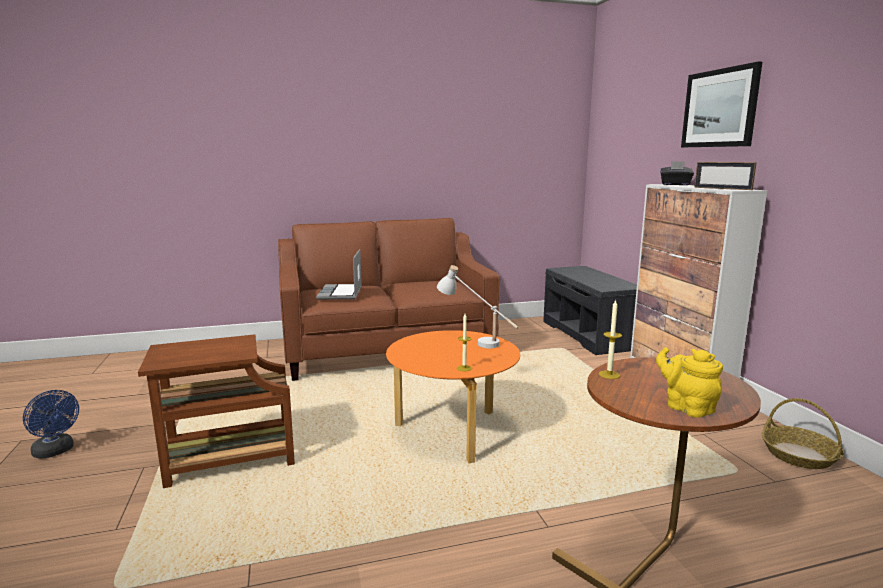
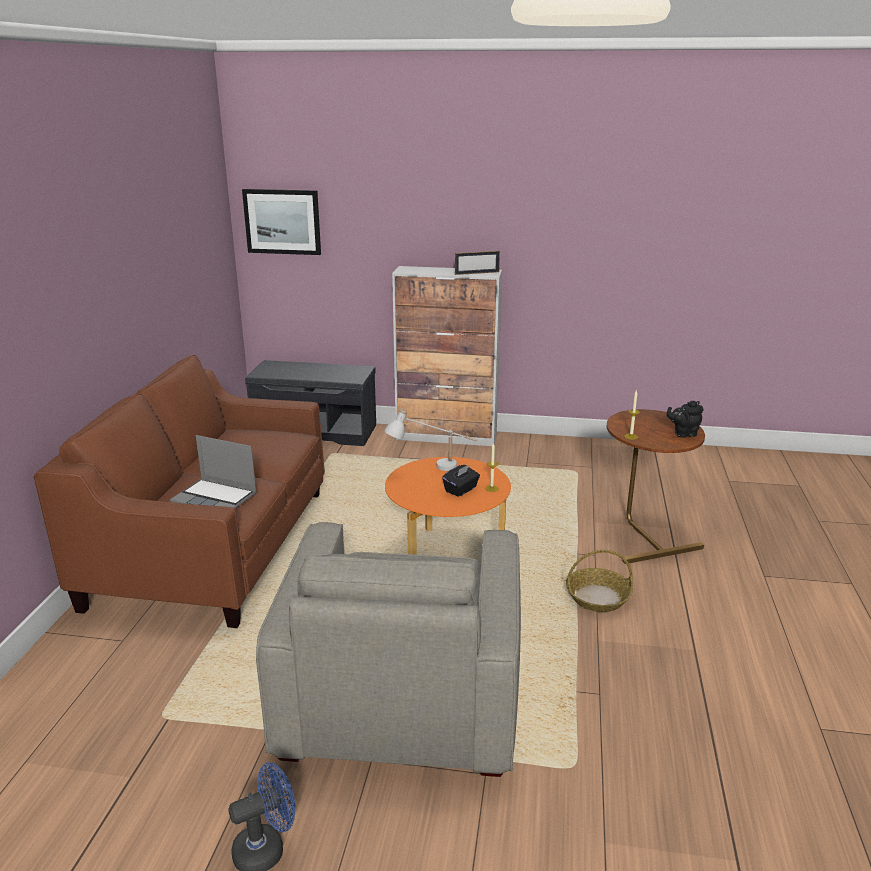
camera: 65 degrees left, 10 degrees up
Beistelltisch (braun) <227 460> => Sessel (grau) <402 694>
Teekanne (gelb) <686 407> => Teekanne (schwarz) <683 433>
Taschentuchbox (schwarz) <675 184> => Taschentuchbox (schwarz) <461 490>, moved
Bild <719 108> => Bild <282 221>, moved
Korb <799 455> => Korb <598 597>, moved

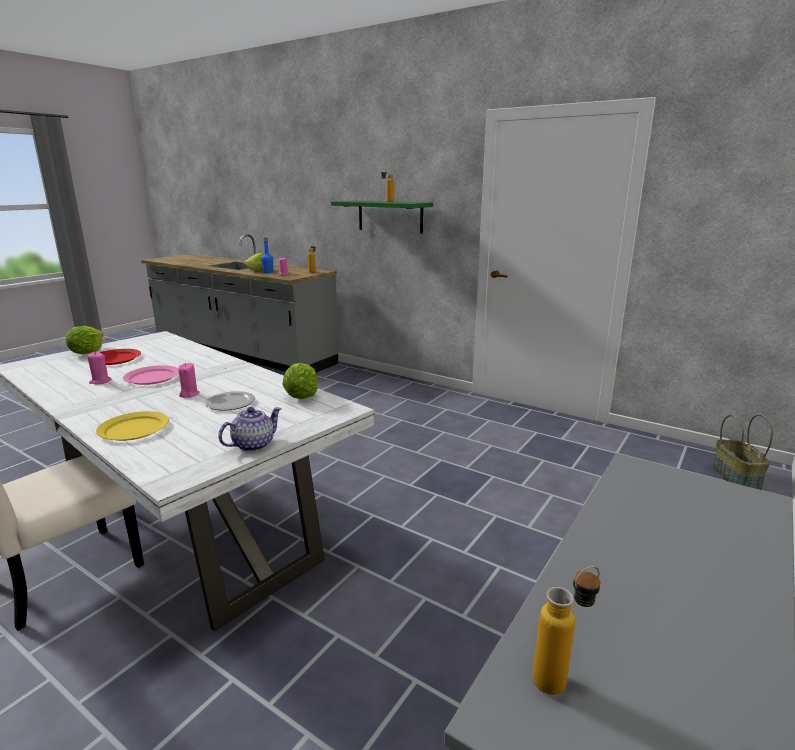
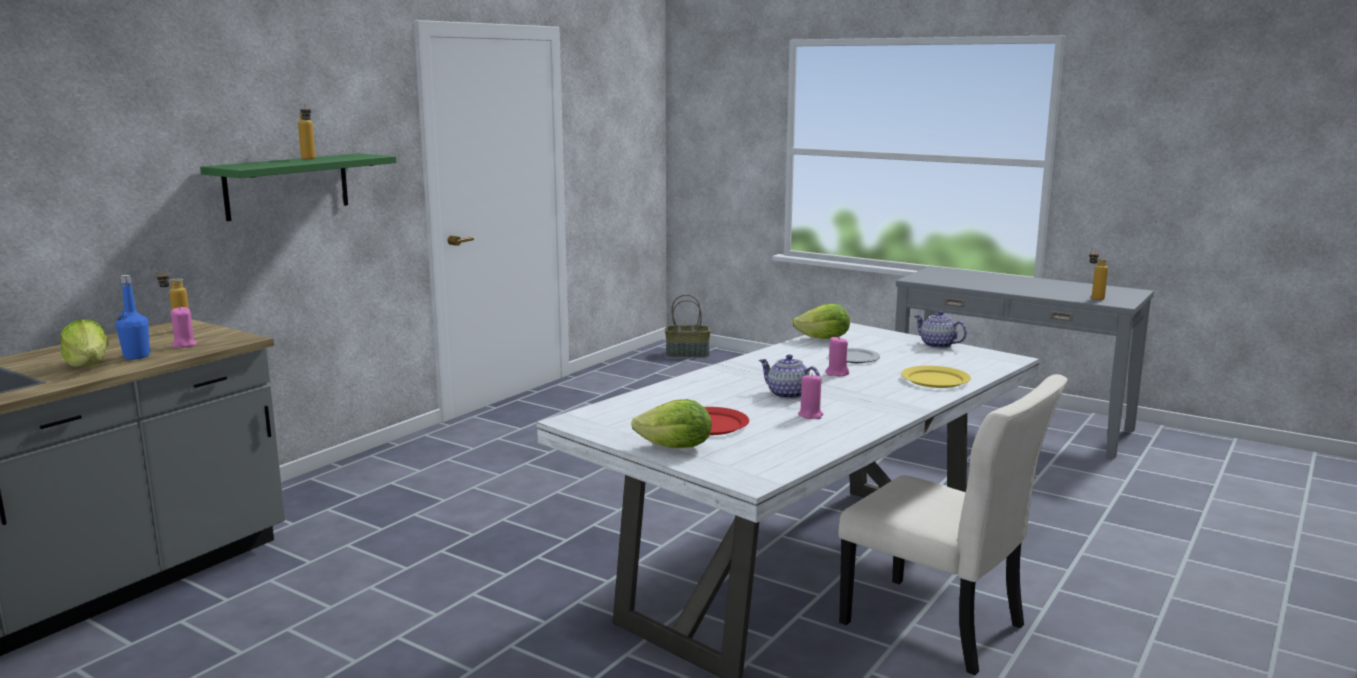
camera: 90 degrees left, 5 degrees down
Teller (rosa) <152 377> => Teekanne <787 394>

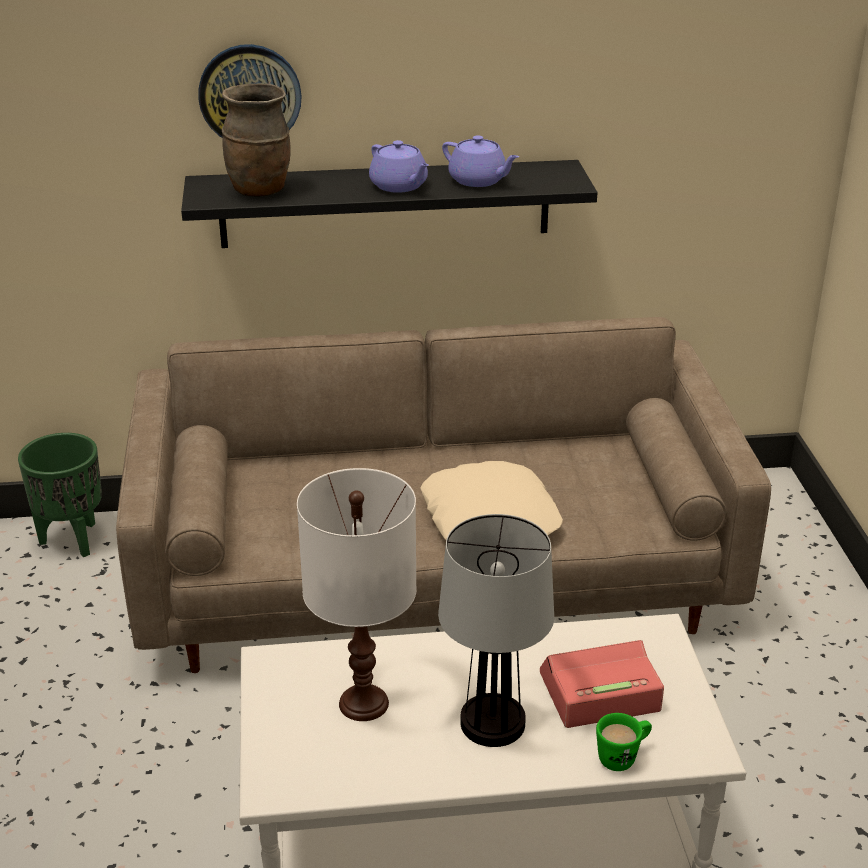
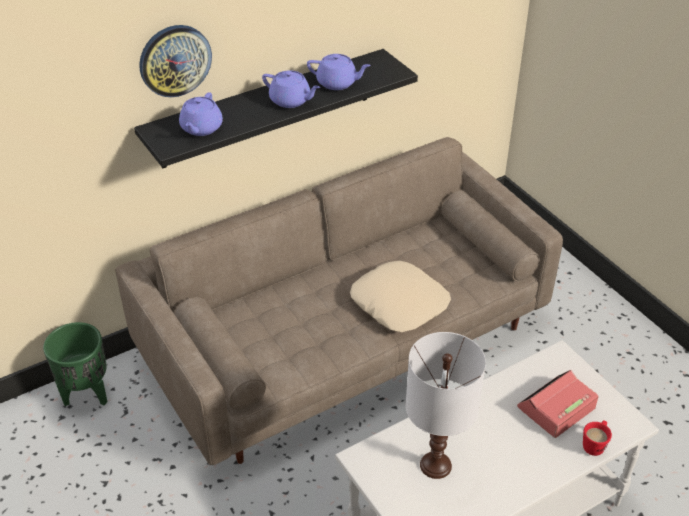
camera: 25 degrees left, 10 degrees up
Vase (braun) <260 191> => Teekanne (lila) <201 128>
Tischlampe <493 722> => nothing
Henkelbecher (grün) <623 757> => Henkelbecher (rot) <595 444>

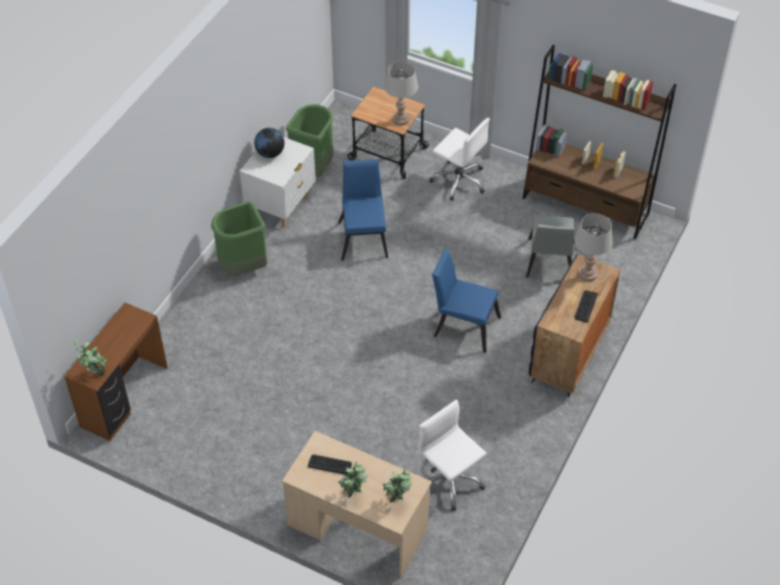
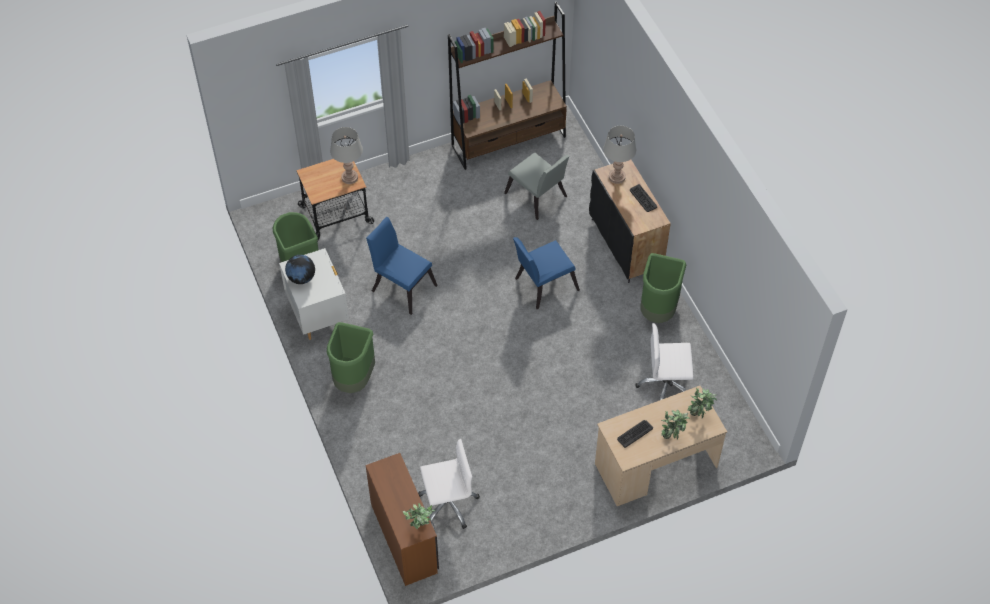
camera: 50 degrees left, 5 degrees up
Bürostuhl (weiß) <459 180> => Bürostuhl (weiß) <448 504>, moved
nothing => Mülleimer (grün) <658 310>

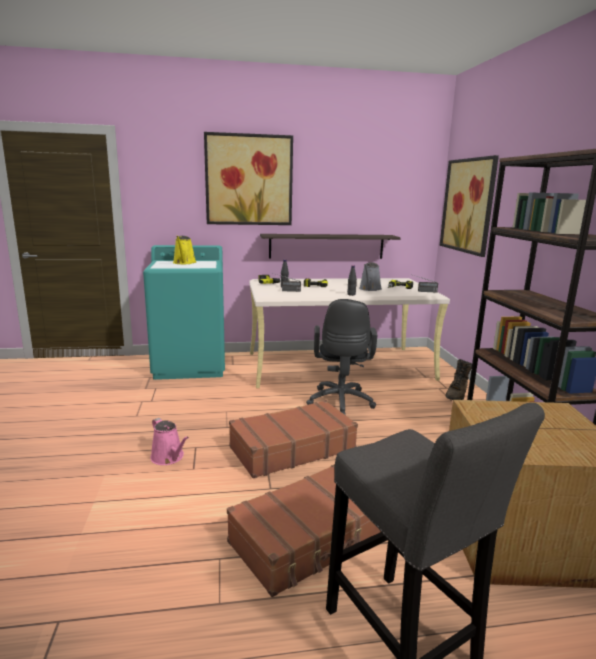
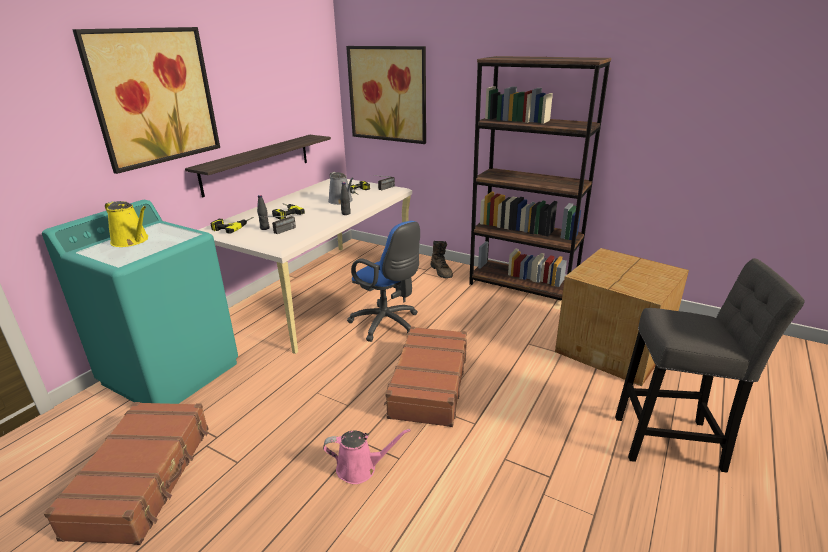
camera: 50 degrees left, 10 degrees up
Koffer (braun) <314 536> => Koffer (braun) <144 479>, moved
Bürostuhl (schwarz) <340 403> => Bürostuhl (blau) <388 325>

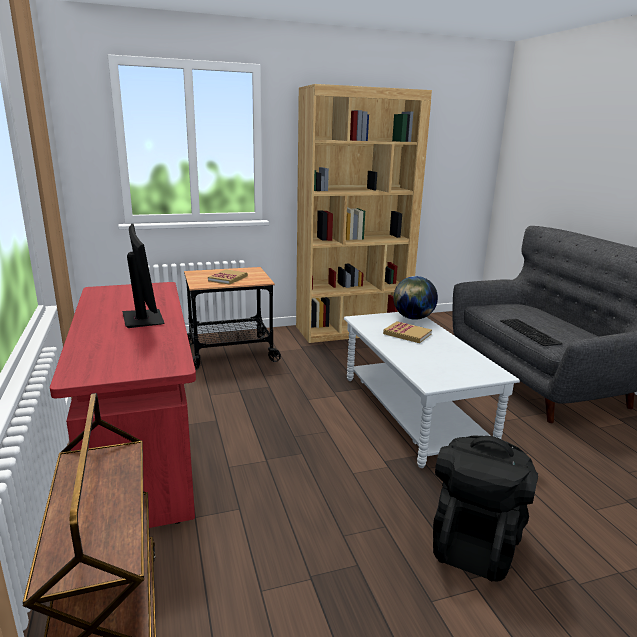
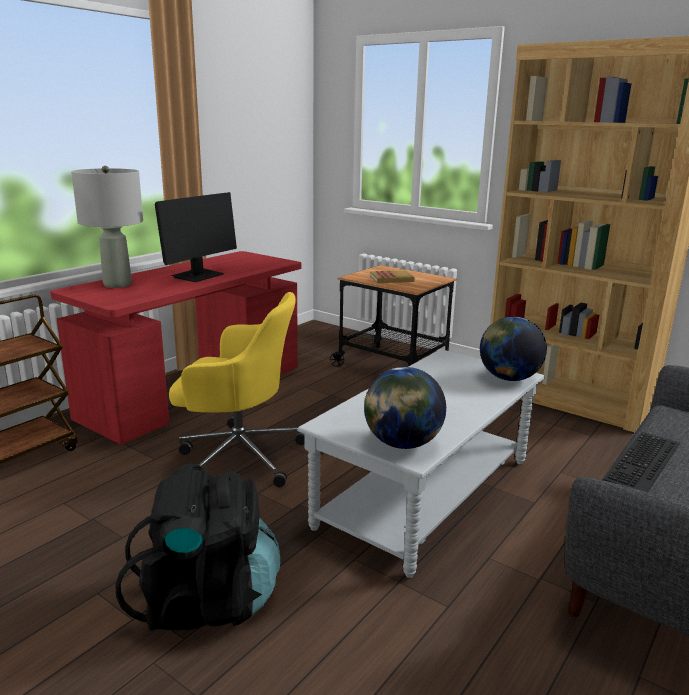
camera: 55 degrees right, 0 degrees up
Buch <407 334> => nothing
nothing => Tischlampe (grau) <118 284>
nothing => Bürostuhl (gelb) <238 456>
nothing => Globus <402 443>

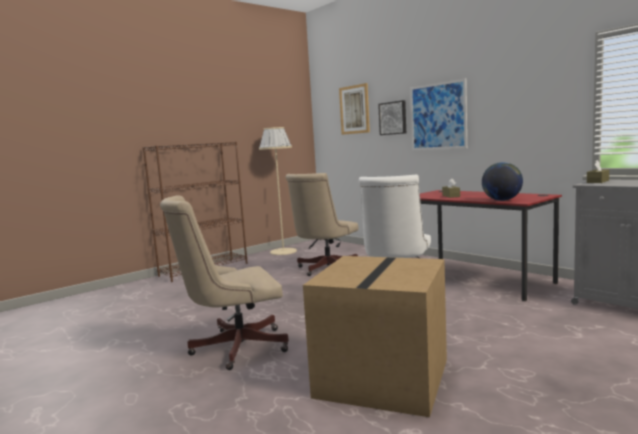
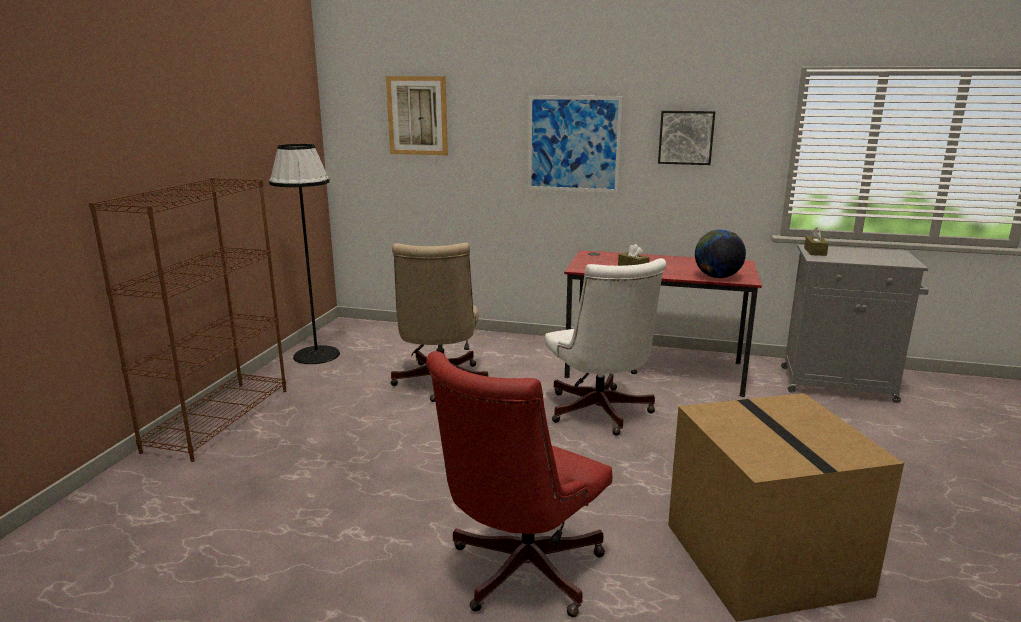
camera: 35 degrees left, 10 degrees up
Bürostuhl (beige) <233 348> => Bürostuhl (rot) <518 573>
Stehlampe (beige) <283 251> => Stehlampe (schwarz) <316 355>
Bild <393 118> => Bild <686 137>, moved

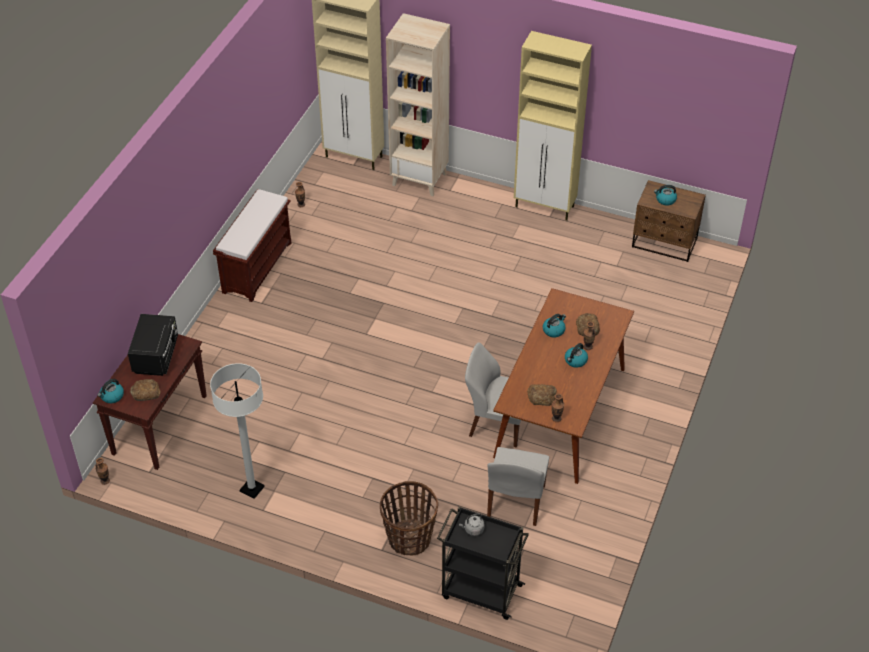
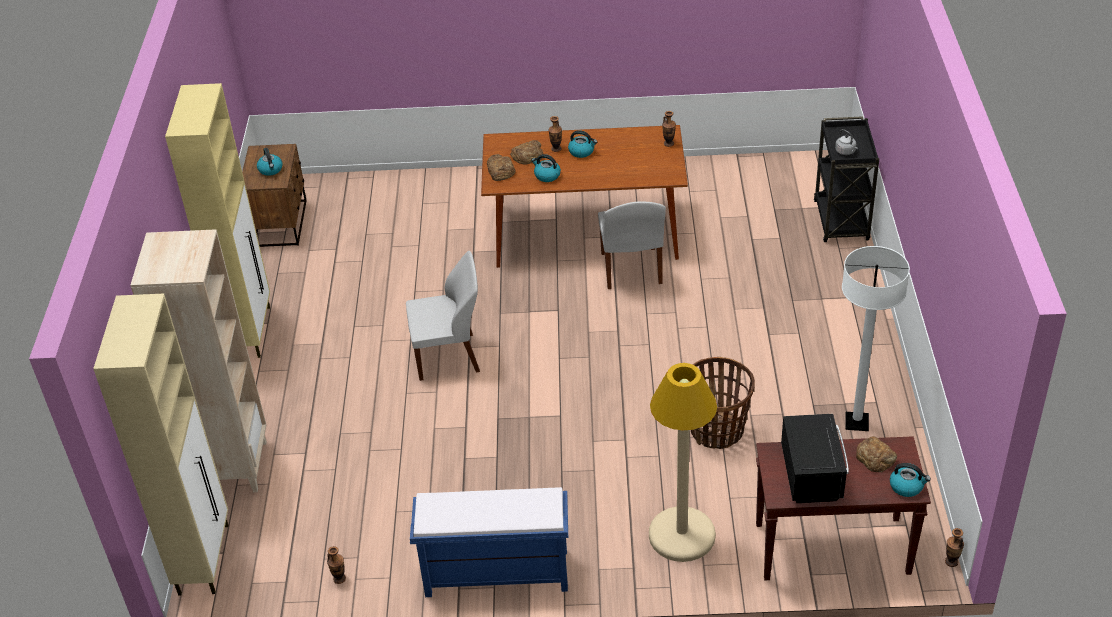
camera: 110 degrees left, 5 degrees down
Mikrowelle (schwarz) <157 356> => Mikrowelle (schwarz) <812 474>, 105 degrees clockwise
Bank (braun) <257 267> => Bank (blau) <495 574>
Korb <409 538> => Korb <717 431>, moved
Stuhl (weiß) <515 503> => Stuhl (weiß) <449 356>, moved
Brot <541 396> => Brot <500 171>, moved
nothing => Stehlampe (beige) <681 535>

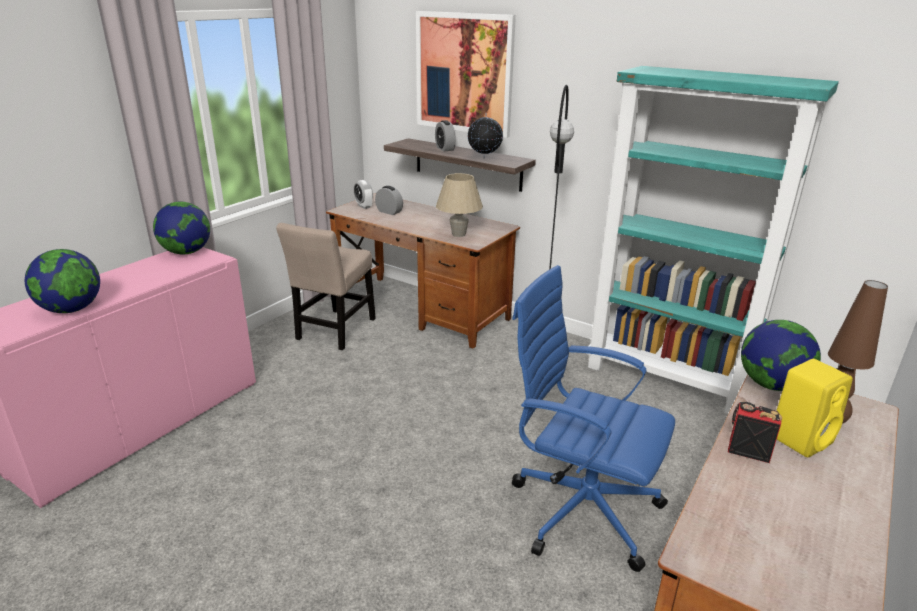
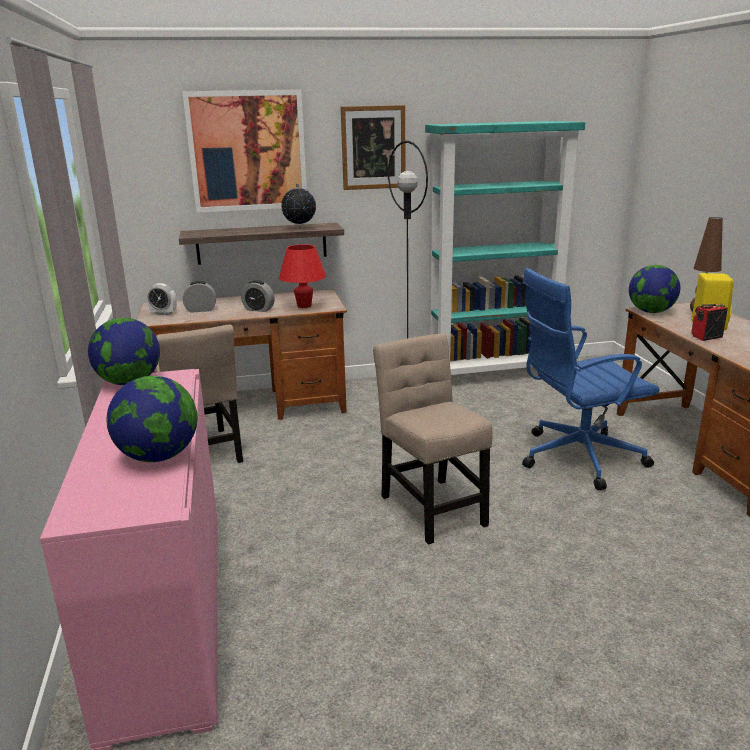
camera: 45 degrees left, 5 degrees down
Wecker <445 149> => Wecker <258 309>, moved
Tischlampe (beige) <458 234> => Tischlampe (rot) <304 306>
nothing => Bild <373 148>
nothing => Stuhl (beige) <431 506>

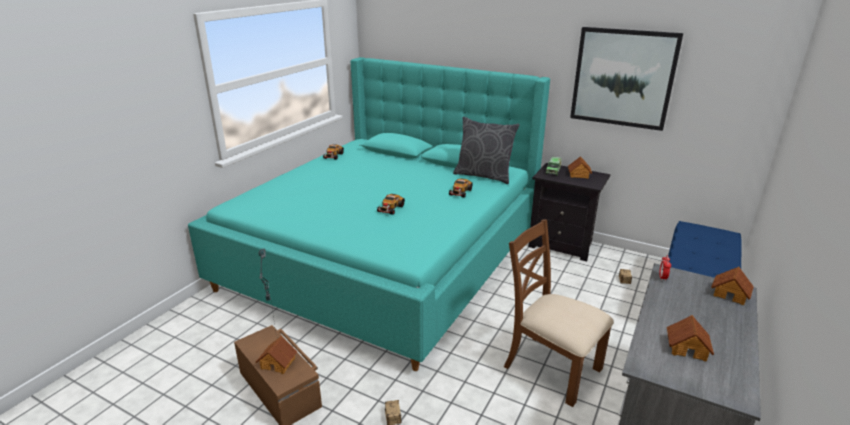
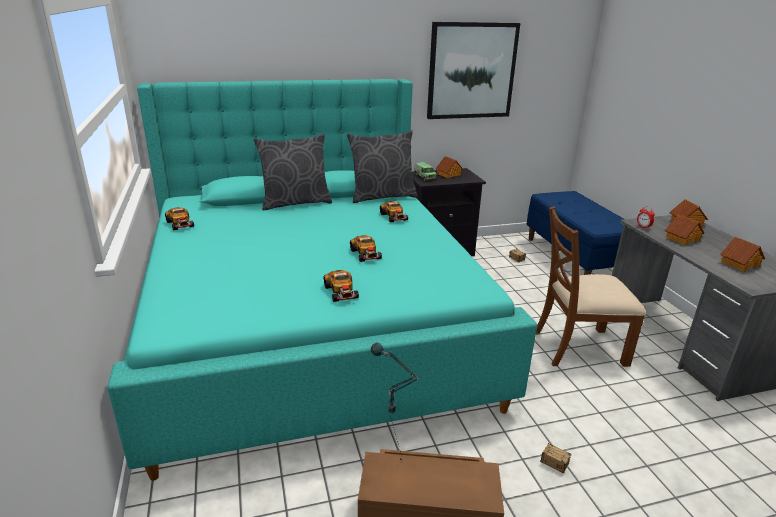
camera: 45 degrees left, 0 degrees up
Spielzeughaus <278 363> => Spielzeughaus <682 238>, moved
nothing => Kissen (grau) <295 203>
nothing => Spielzeugauto <341 292>

